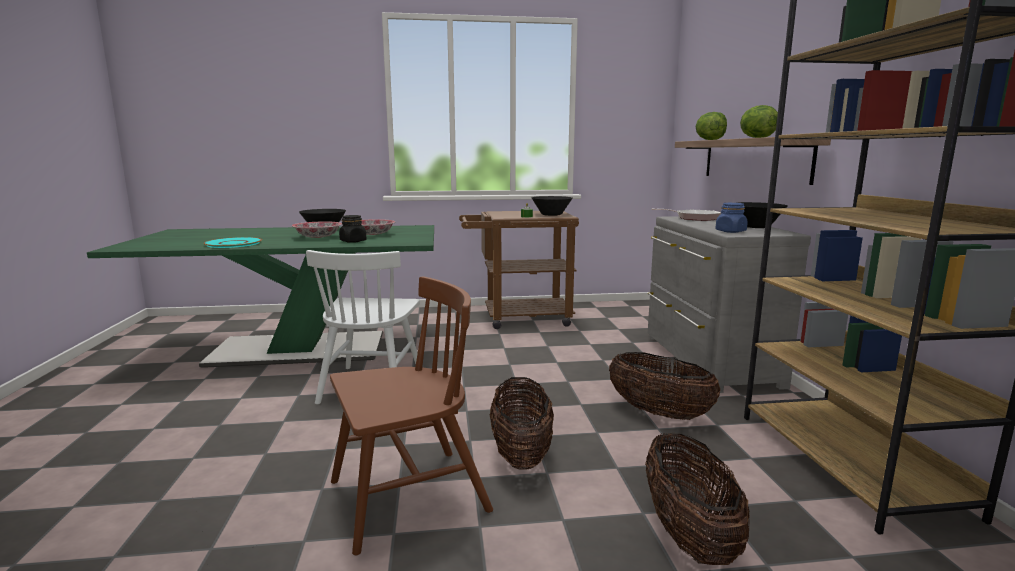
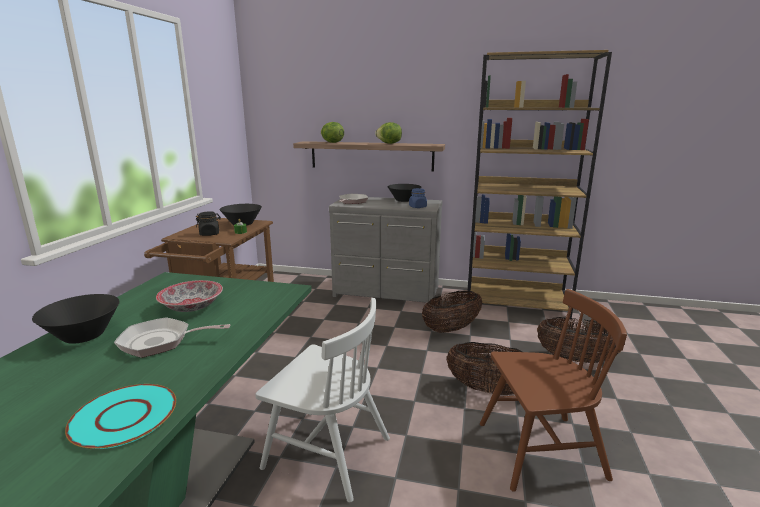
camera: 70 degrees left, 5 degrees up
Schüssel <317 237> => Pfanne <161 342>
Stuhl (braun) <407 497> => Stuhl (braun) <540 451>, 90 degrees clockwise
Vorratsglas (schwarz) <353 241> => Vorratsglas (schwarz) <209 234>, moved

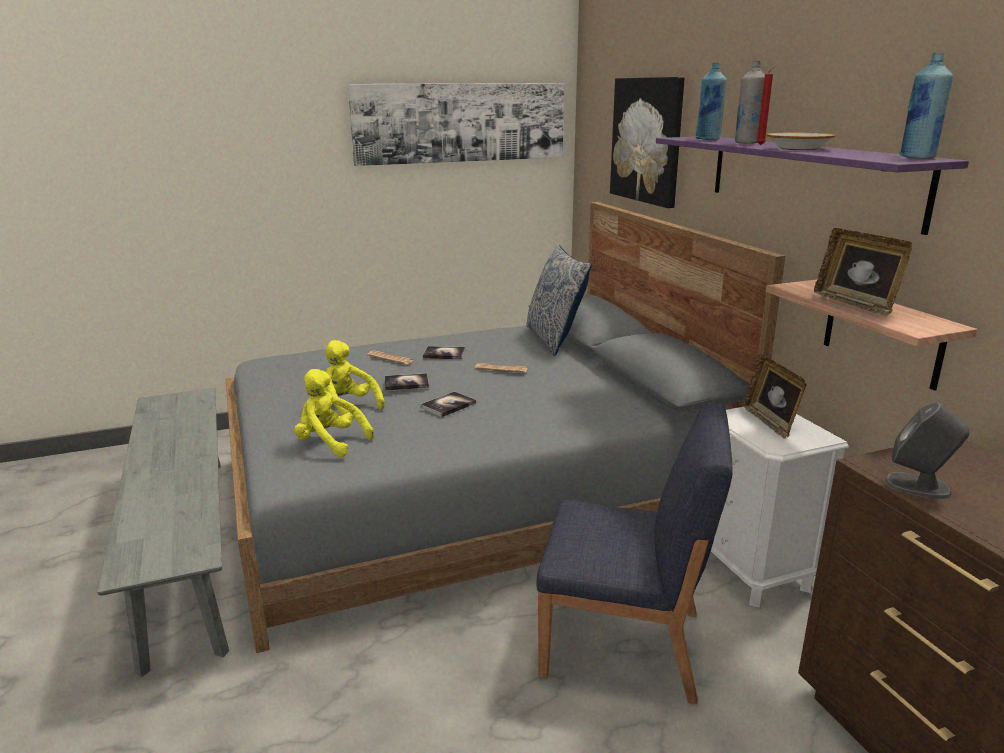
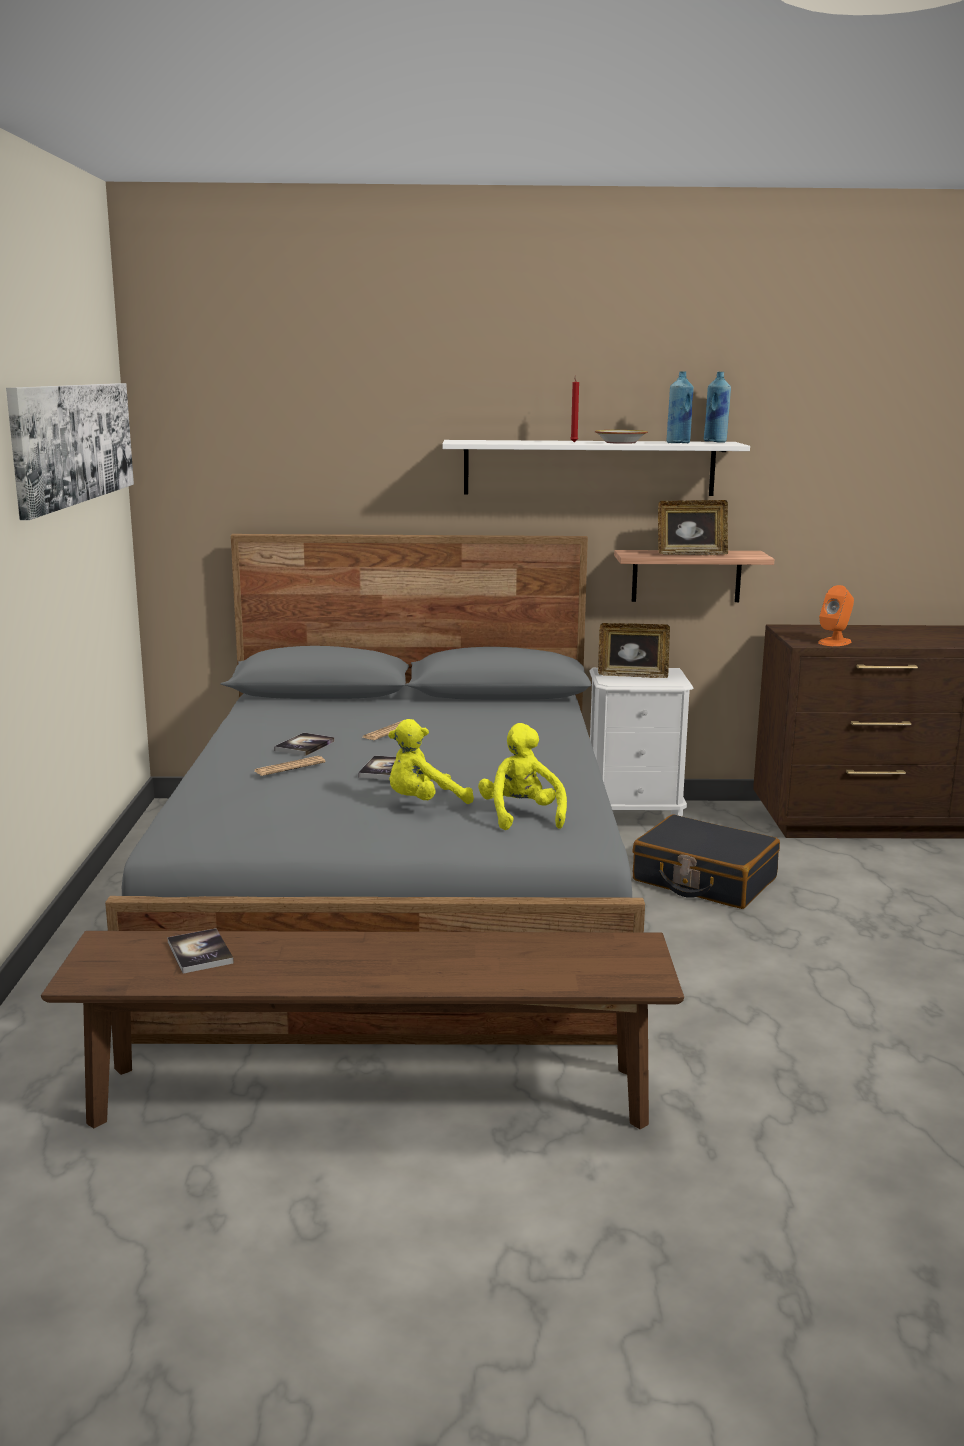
camera: 70 degrees left, 5 degrees down
Bank (grau) <187 548> => Bank (braun) <372 1096>
Plüschtier (gelb) <330 442> => Plüschtier (gelb) <521 816>, 120 degrees clockwise
Buch <448 405> => Buch <200 952>, moved
Kissen <555 339> => nothing
Stuhl (blau) <624 644> => Koffer (schwarz) <704 880>
Bild <647 140> => nothing
Wandregal (lila) <808 178> => Wandregal (weiß) <589 468>
Flasche (blau) <708 140> => Flasche (blau) <678 443>, moved
Flasche (grau) <747 143> => nothing
Lautsprecher (grau) <918 486> => Lautsprecher (orange) <835 642>

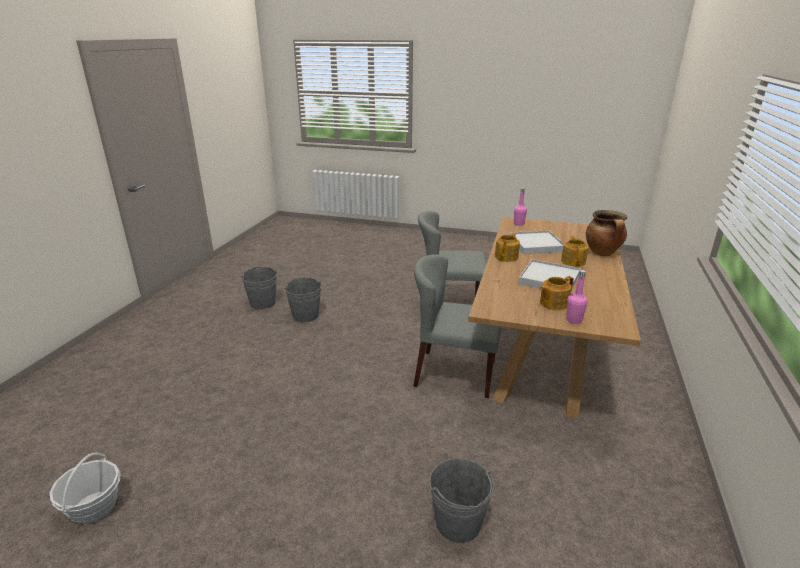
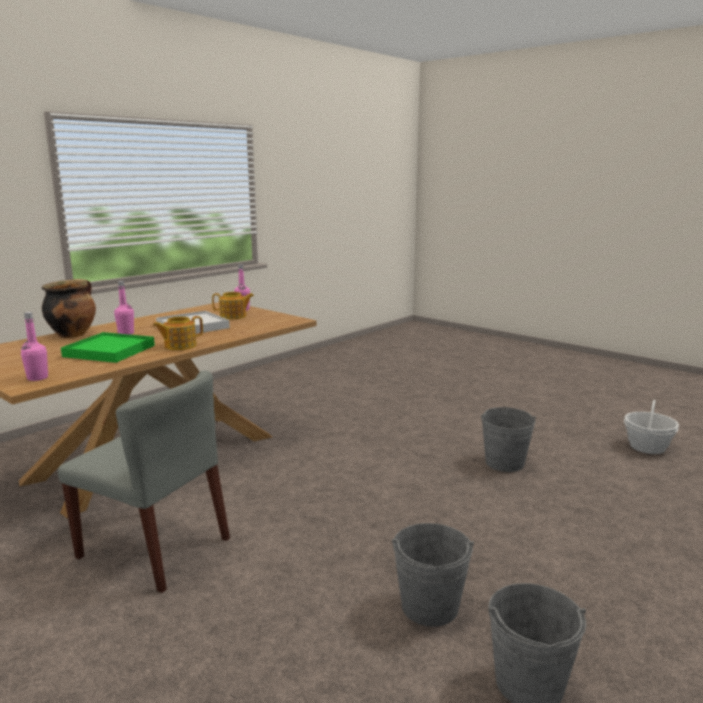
camera: 155 degrees left, 10 degrees down
Stuhl (grau) <454 373> => nothing
Eimer (grau) <458 523> => Eimer (grau) <504 463>, moved
Tablett (weiß) <536 245> => Tablett (grün) <110 351>
Teekanne <573 261> => Flasche (rosa) <126 333>

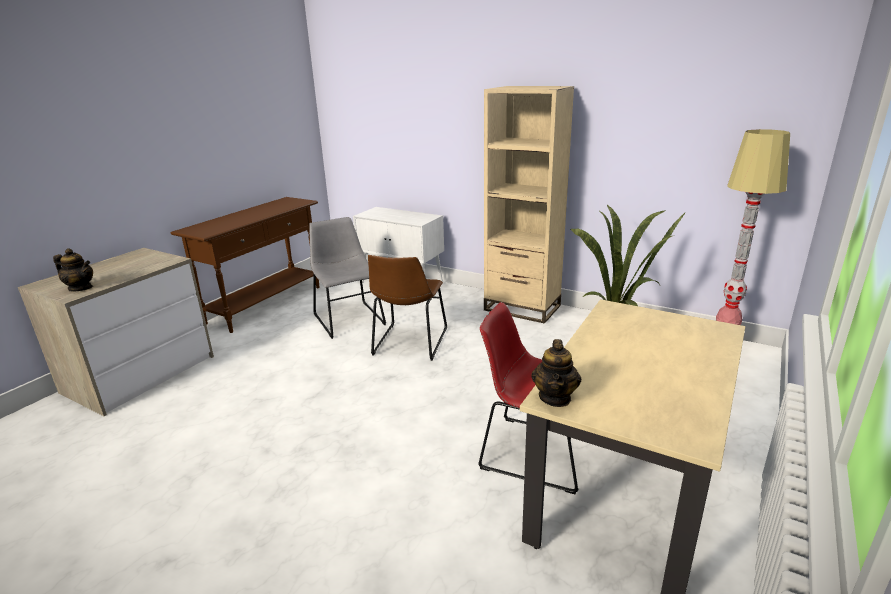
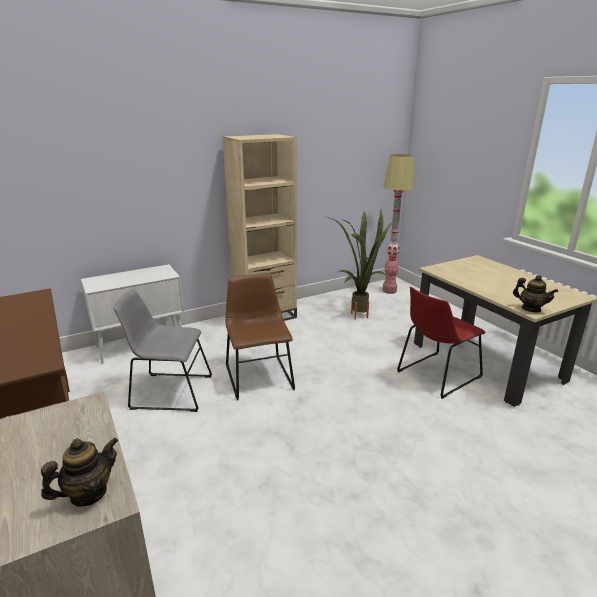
camera: 60 degrees left, 0 degrees up
Stuhl (braun) <409 343> => Stuhl (braun) <258 375>, 150 degrees counterclockwise

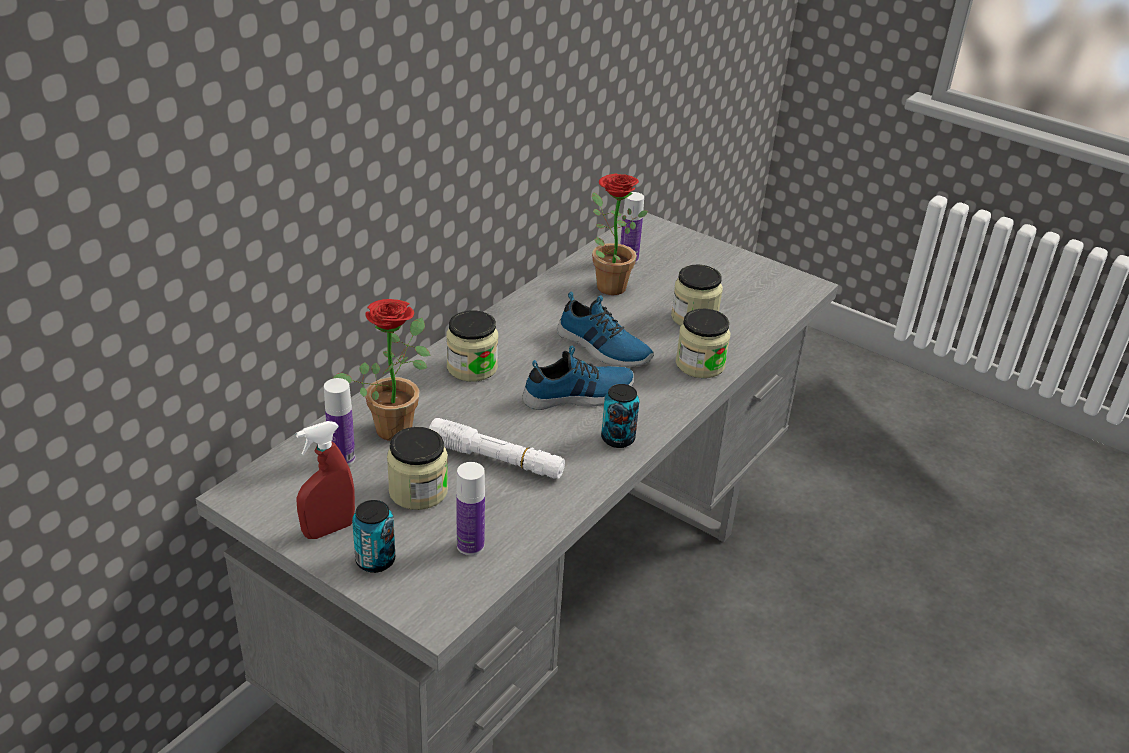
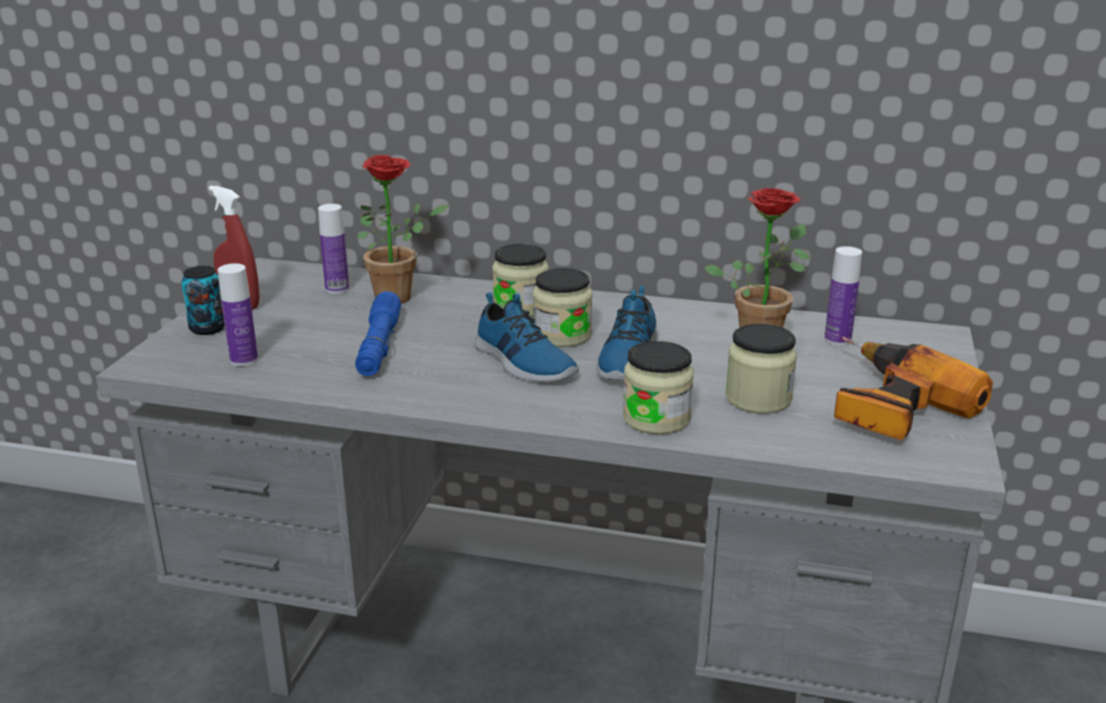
camera: 70 degrees right, 10 degrees down
Vorratsglas <418 491> => Vorratsglas <562 335>, moved
Taschenlampe (weiß) <496 459> => Taschenlampe (blau) <379 346>
Dose <618 439> => nothing
nothing => Bohrmaschine <887 406>

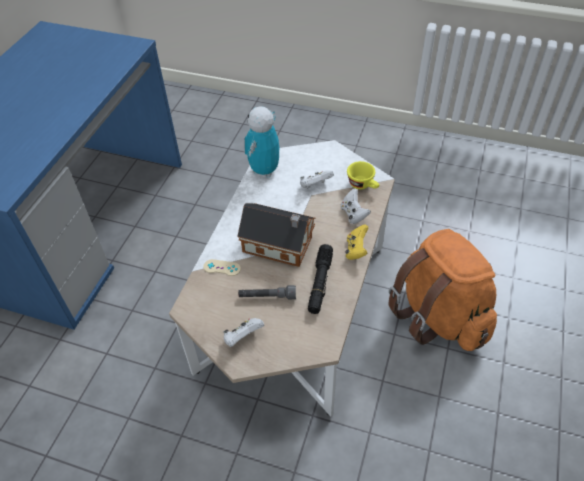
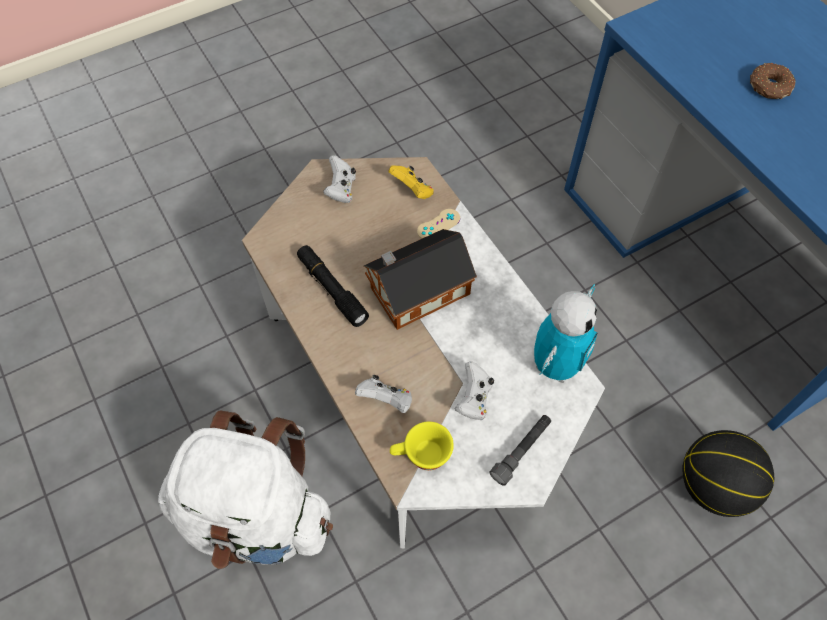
camera: 130 degrees right, 10 degrees up
Taschenlampe (grau) <267 297> => Taschenlampe (grau) <521 451>, moved
Spielzeugroboter <264 170> => Spielzeugroboter <555 365>, 60 degrees clockwise
Gamepad (gelb) <356 250> => Gamepad (gelb) <412 191>, moved
Rucksack (orange) <438 315> => Rucksack (weiß) <257 517>
nothing => Basketball <713 485>
nothing => Donut <769 87>

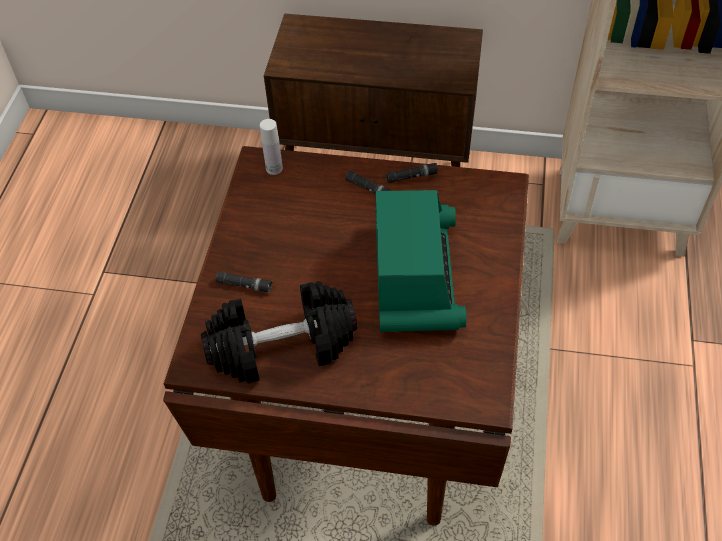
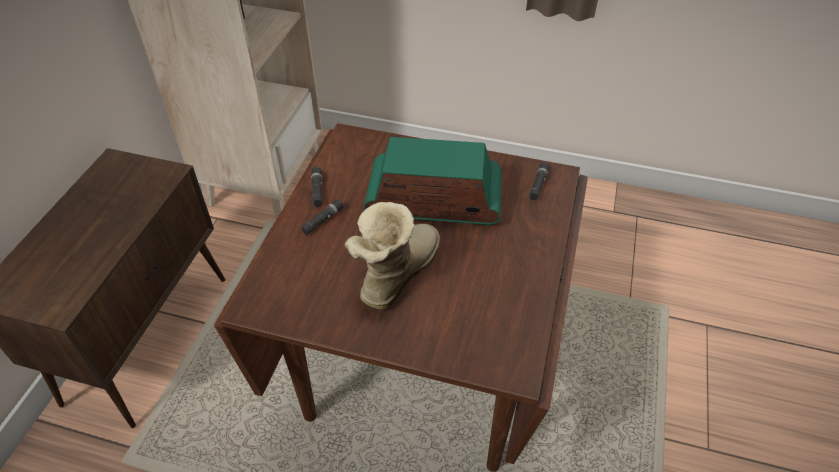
camera: 85 degrees left, 5 degrees down
Hantel (schwarz) <282 348> => nothing
Taschenlampe (schwarz) <244 285> => Taschenlampe (schwarz) <538 184>, moved
Flasche (weiß) <274 168> => nothing
nothing => Stiefel <394 273>

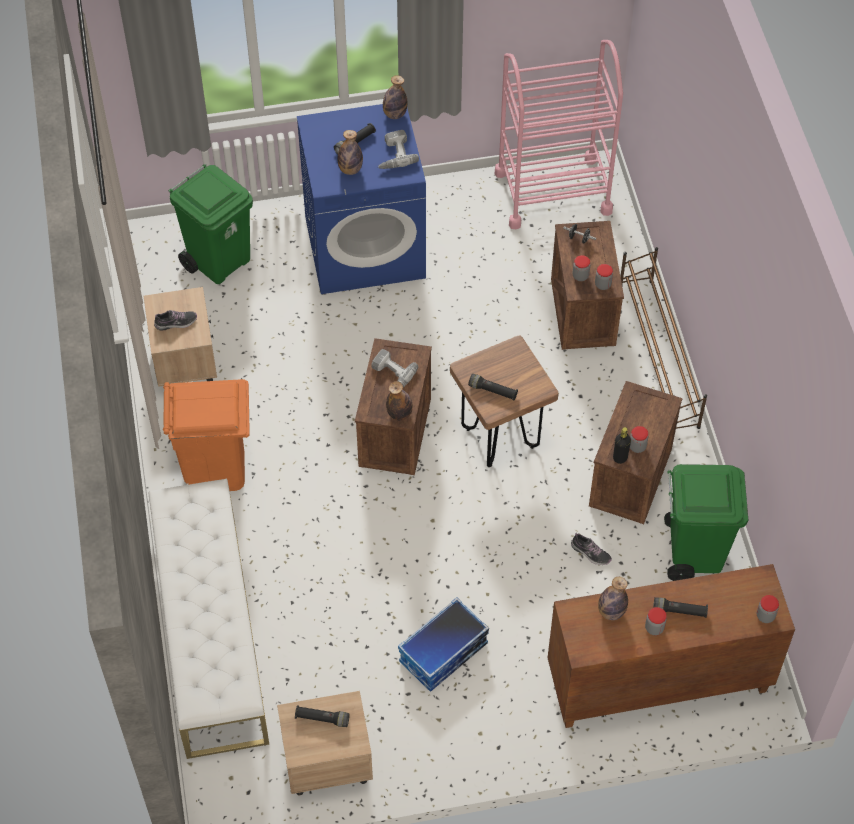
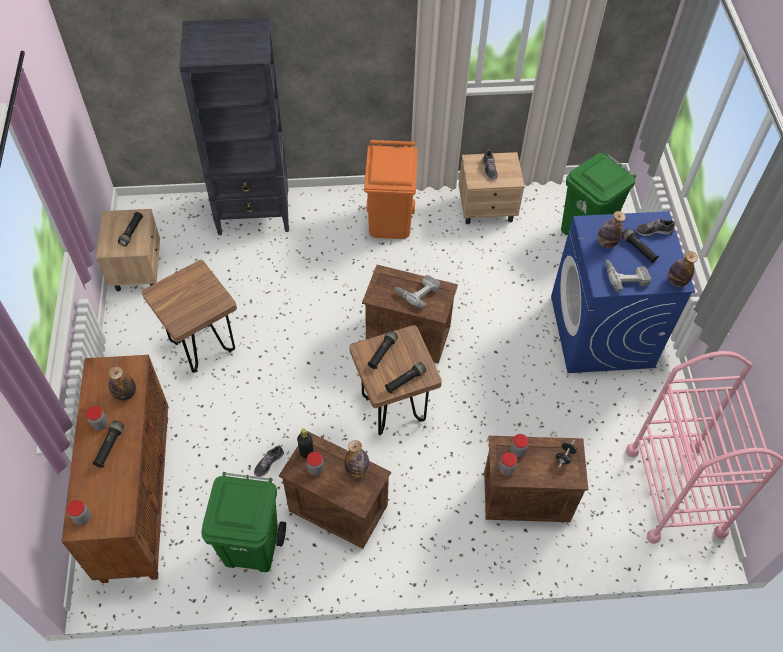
camera: 95 degrees right, 0 degrees up
Bank (weiß) <211 633> => Bücherregal (schwarz) <254 213>
Flasche <399 414> => Flasche <357 470>, moved
Aufbewahrungsbox <443 654> => Hocker (braun) <203 347>
Schuhregal (braun) <658 356> => nothing
nothing => Taschenlampe (schwarz) <405 381>
nothing => Schuh <653 231>

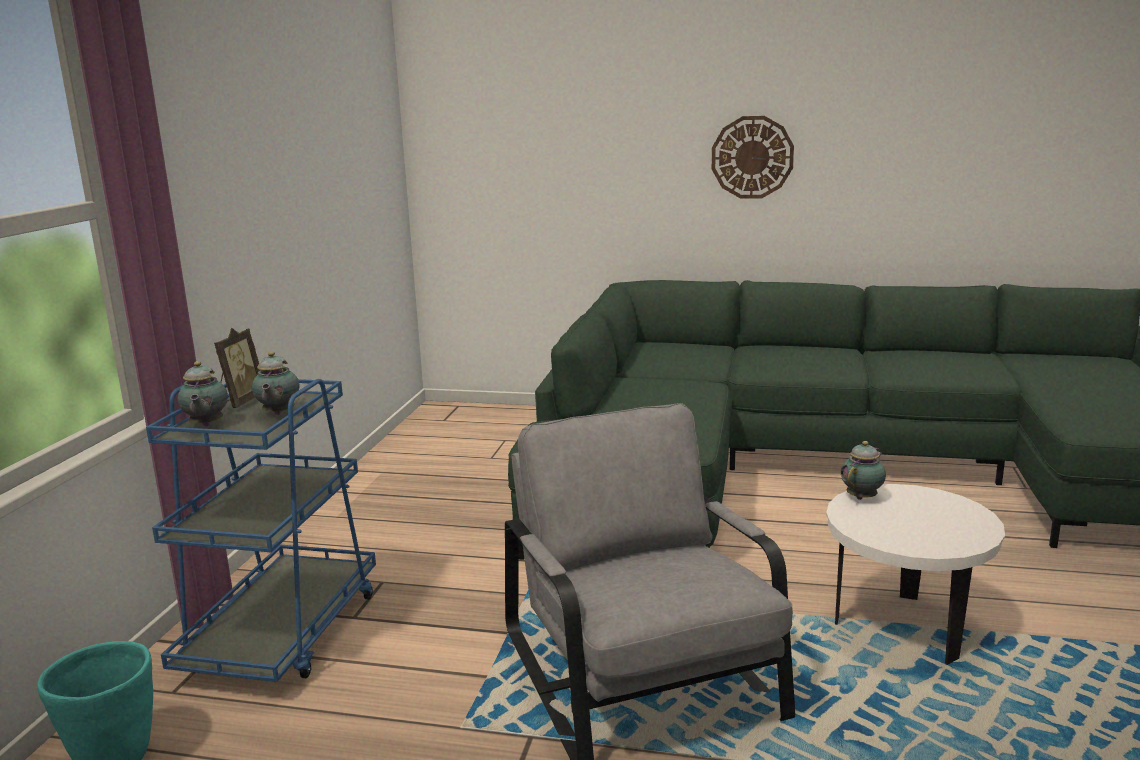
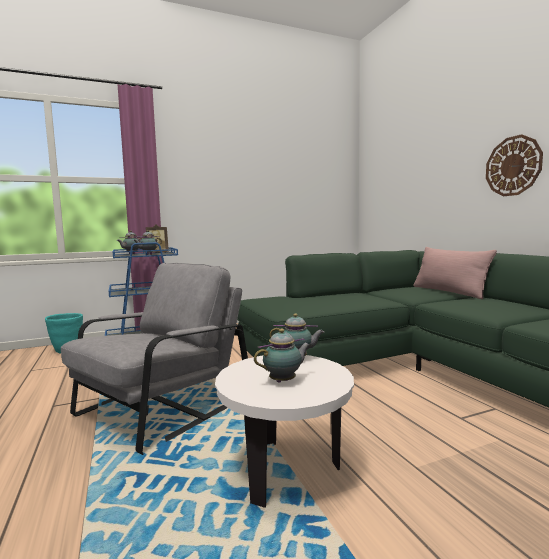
camera: 55 degrees right, 10 degrees down
nothing => Teekanne <284 381>
nothing => Kissen (rosa) <448 292>

